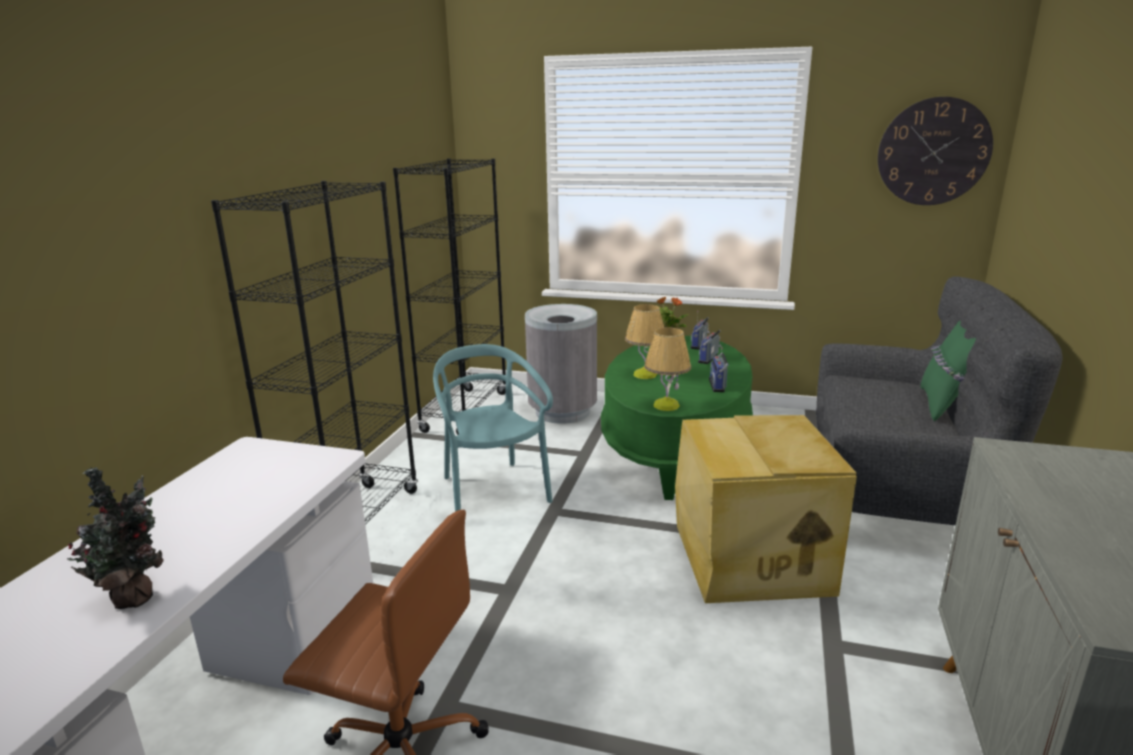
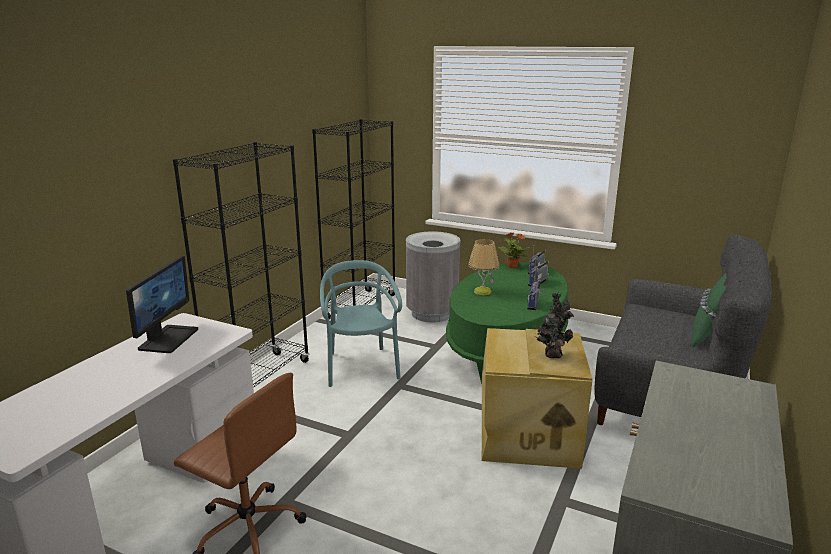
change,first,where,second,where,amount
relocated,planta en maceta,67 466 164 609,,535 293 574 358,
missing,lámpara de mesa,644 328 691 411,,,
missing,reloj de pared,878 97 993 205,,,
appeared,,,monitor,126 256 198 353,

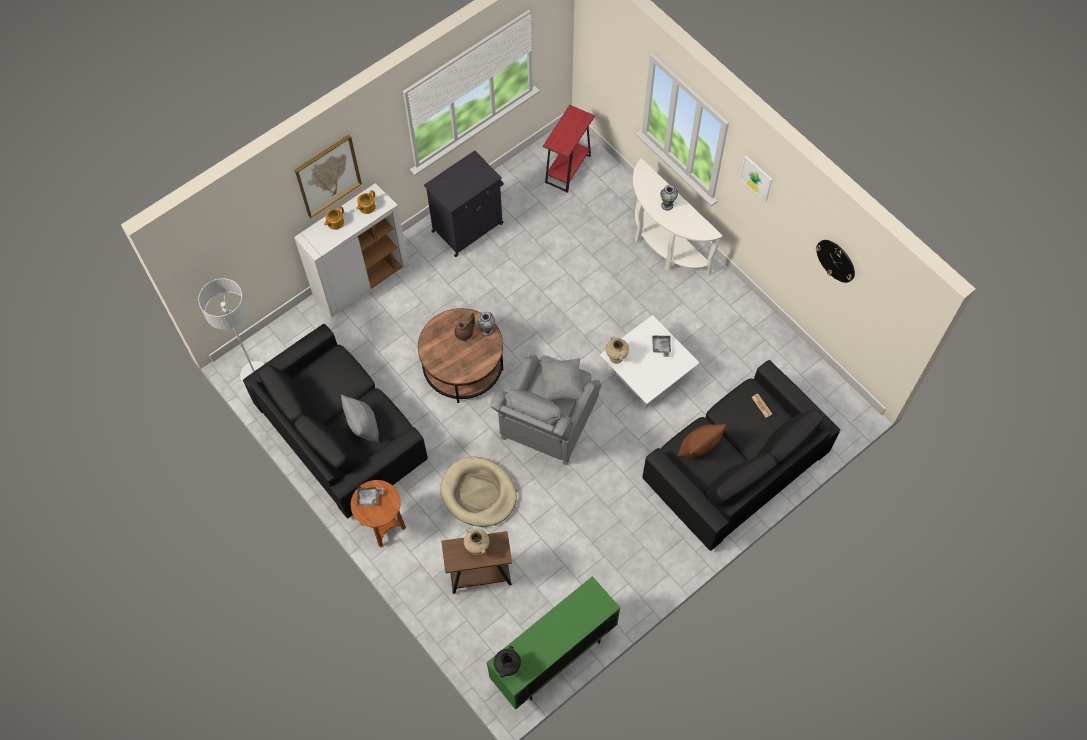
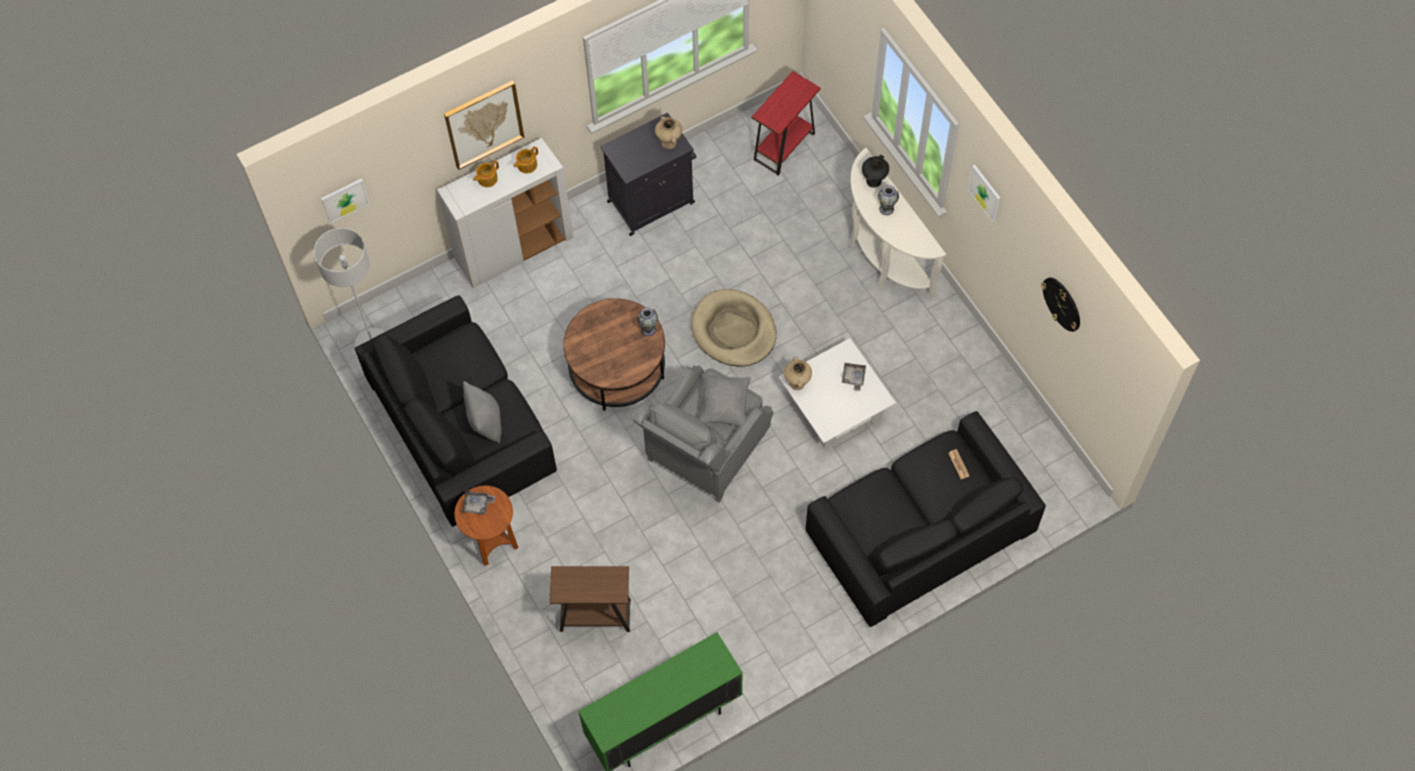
change,first,where,second,where,amount
relocated,cama para perro (beis),440 456 517 527,,691 289 777 366,
missing,tetera (marrón),455 313 475 341,,,
relocated,florero (beis),464 528 490 555,,655 116 682 149,
relocated,florero (negro),494 646 521 678,,862 155 889 188,
missing,cojín (marrón),677 424 727 458,,,
appeared,,,cuadro,321 179 370 223,

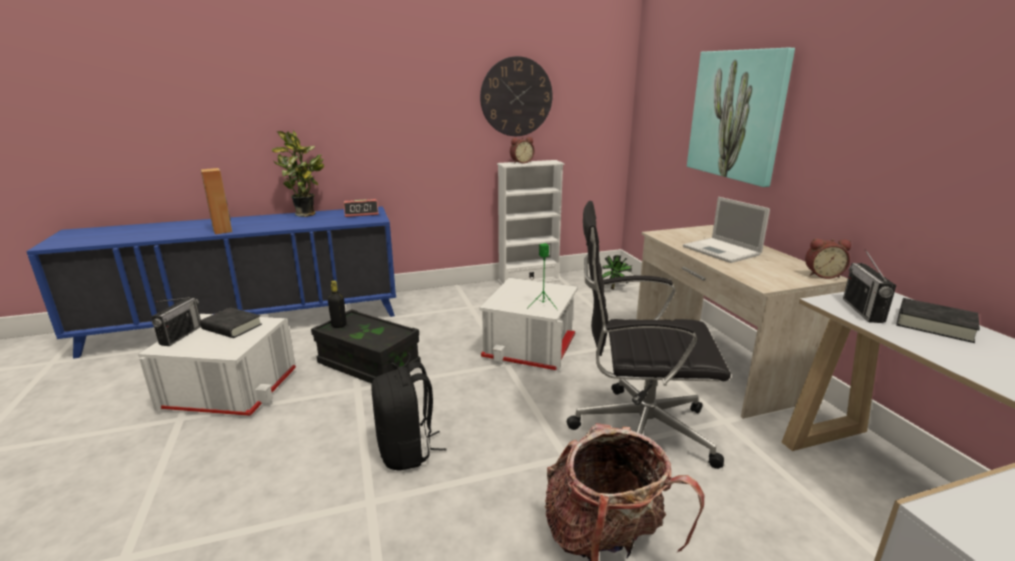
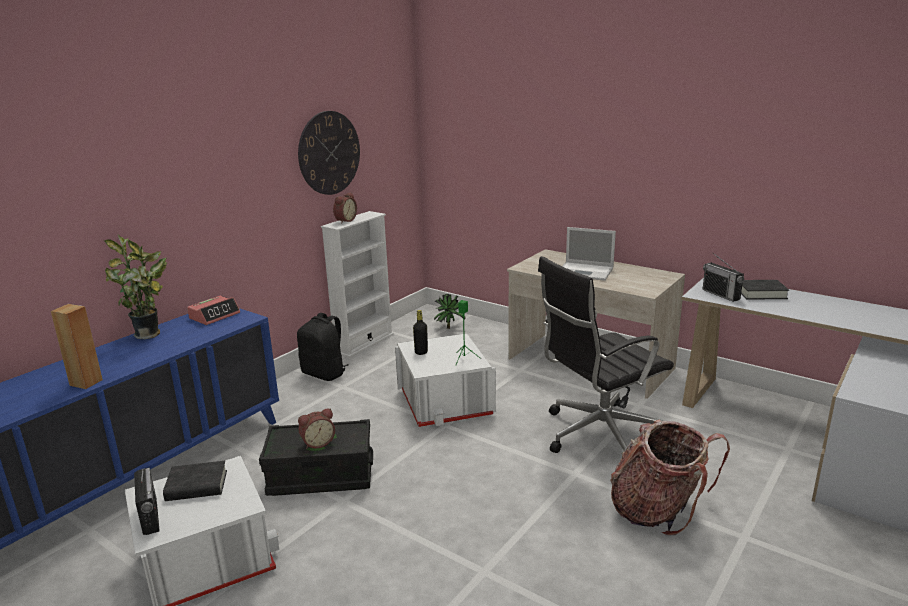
change,first,where,second,where,amount
relocated,botella (negro),328 281 347 328,,413 310 428 355,
relocated,mochila (negro),371 362 447 470,,297 313 349 381,
missing,cuadro,687 48 795 187,,,
relocated,despertador,805 239 851 279,,298 408 335 449,

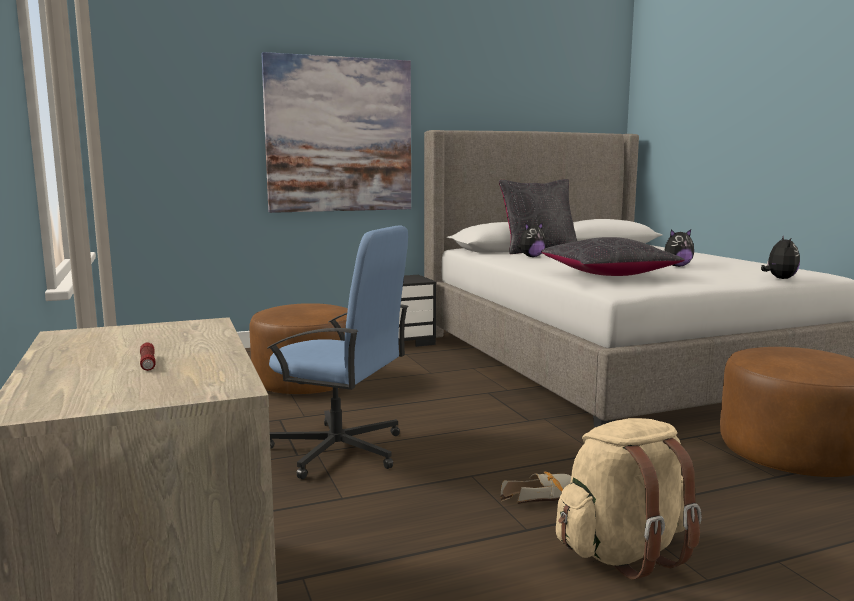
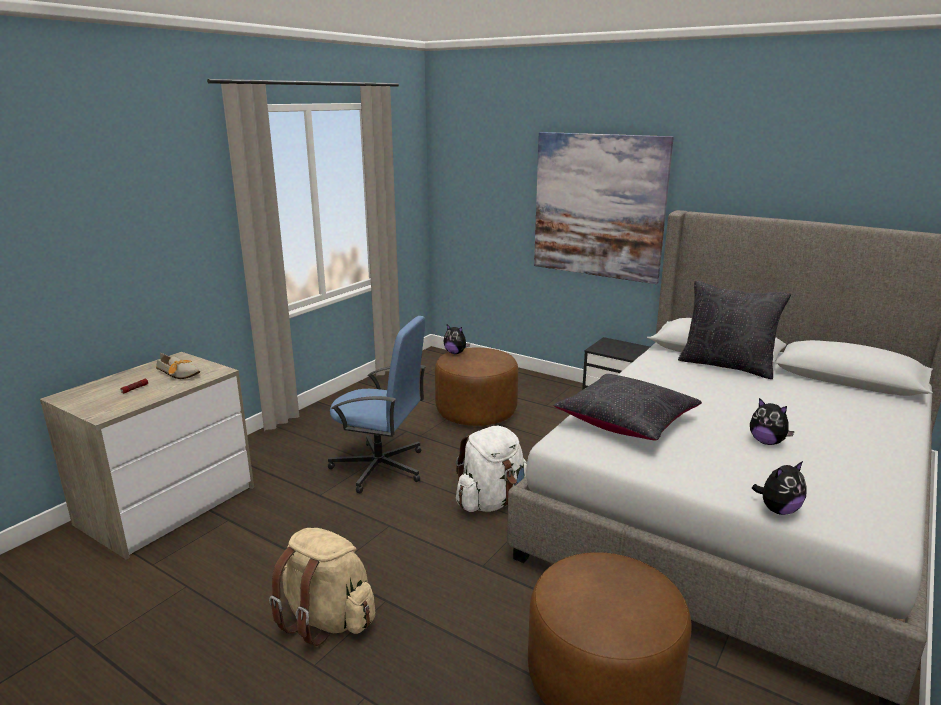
change,first,where,second,where,amount
spun,silla de oficina (azul),267 225 409 479,,328 316 426 494,60 degrees counterclockwise
relocated,zapato,500 471 571 504,,156 353 200 379,
relocated,peluche,517 222 546 257,,444 325 470 354,
appeared,,,mochila (blanco),456 426 527 512,

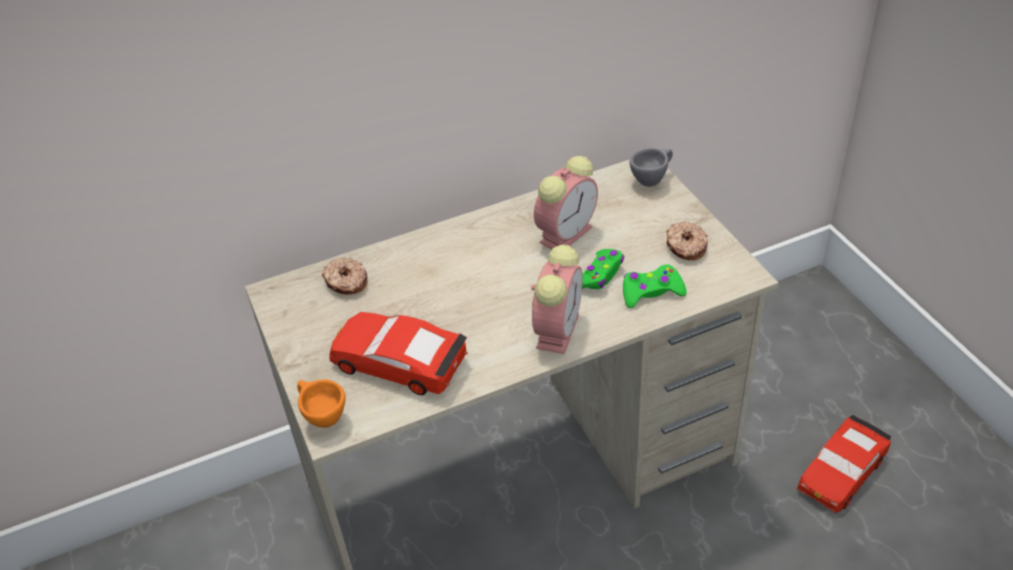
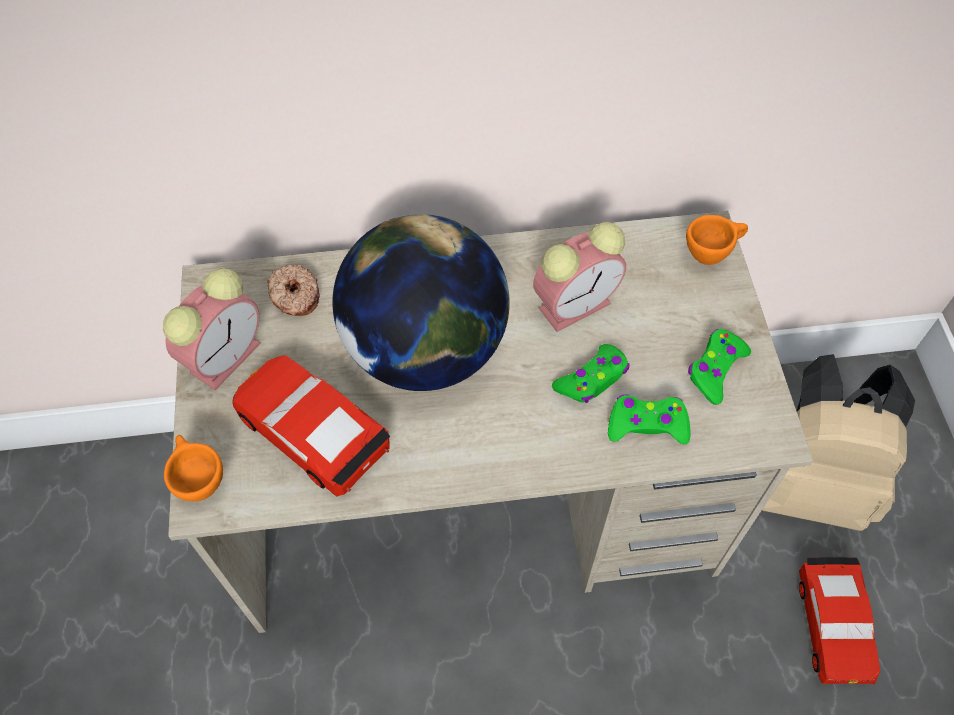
change,first,where,second,where,amount
relocated,despertador,531 245 583 354,,163 268 261 390,
colour,taza (gris),630 148 673 187,taza (naranja),686 215 748 265,
exchanged,rosquilla,667 222 708 260,mando de consola (verde),688 329 751 405,
spun,coche de juguete (rojo),797 415 891 513,,799 557 880 684,60 degrees counterclockwise
appeared,,,globo terráqueo,332 214 510 391,
appeared,,,mochila (beis),762 354 915 531,

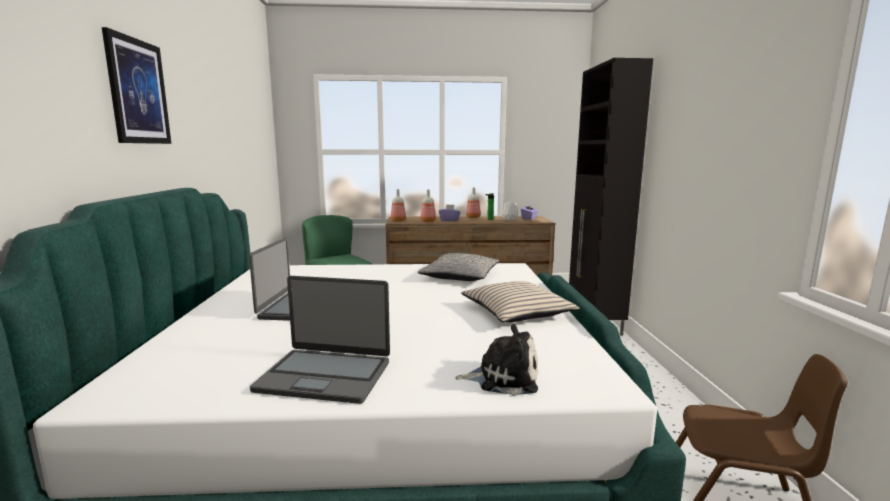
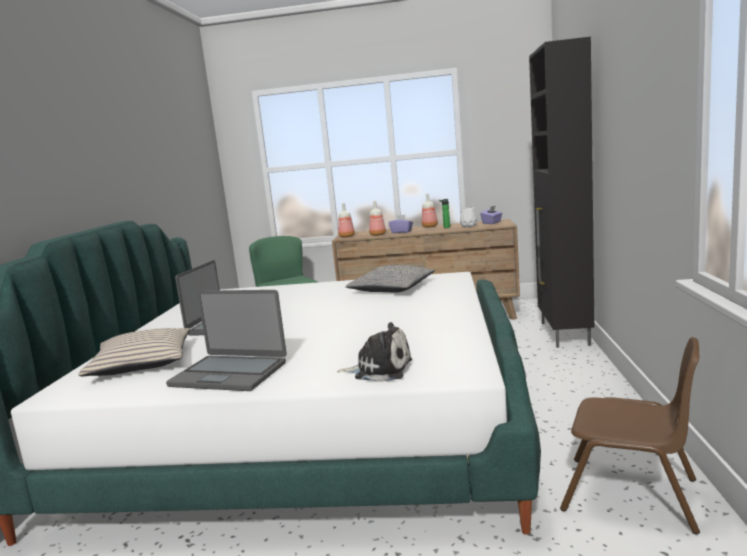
change,first,where,second,where,amount
missing,cuadro,102 27 171 144,,,
relocated,cojín (beis),461 281 580 322,,79 328 190 376,

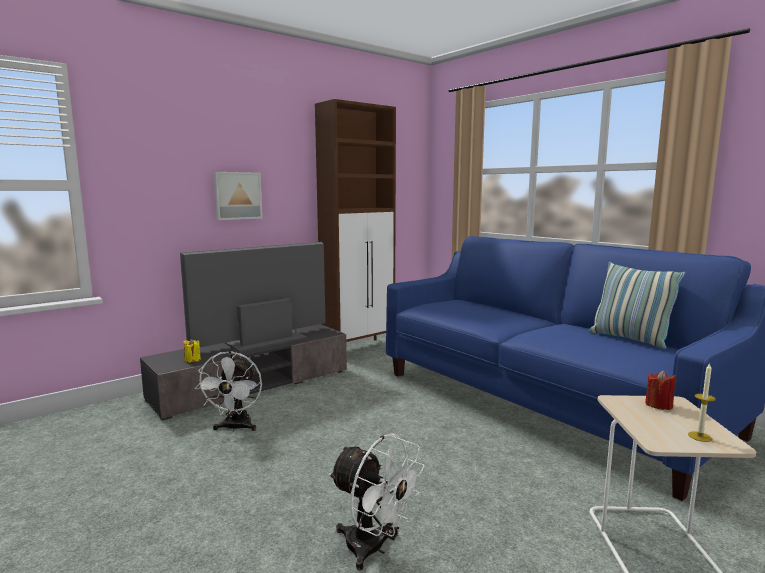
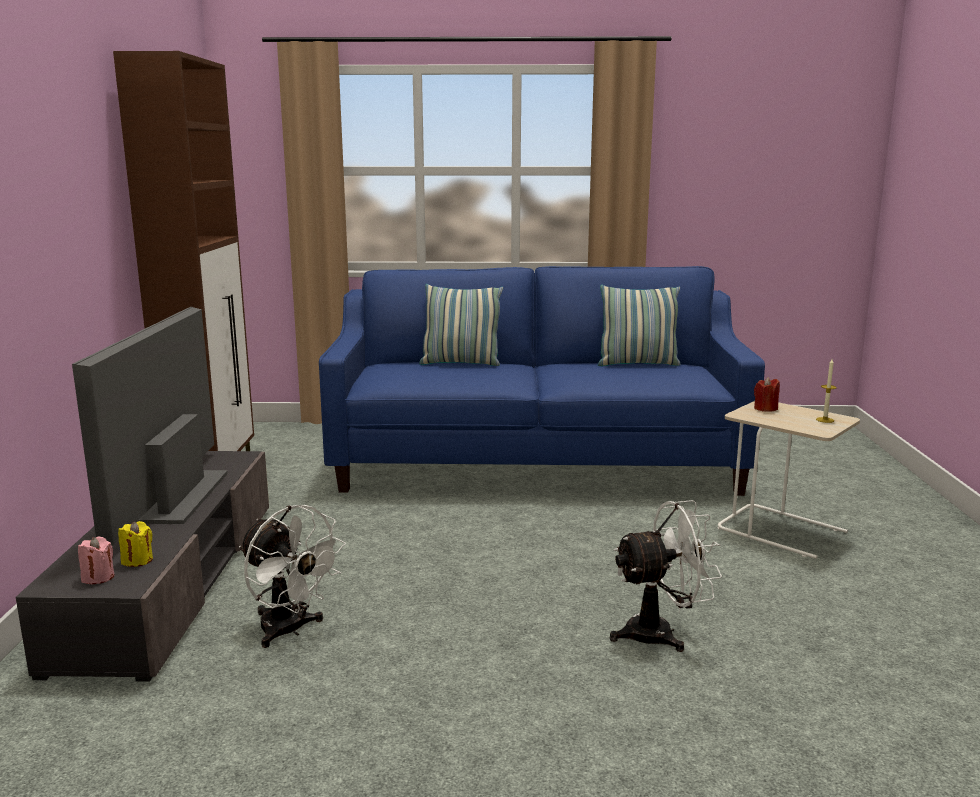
change,first,where,second,where,amount
missing,cuadro,213 172 263 220,,,
appeared,,,vela (rosa),78 537 114 584,
appeared,,,cojín,419 284 503 366,

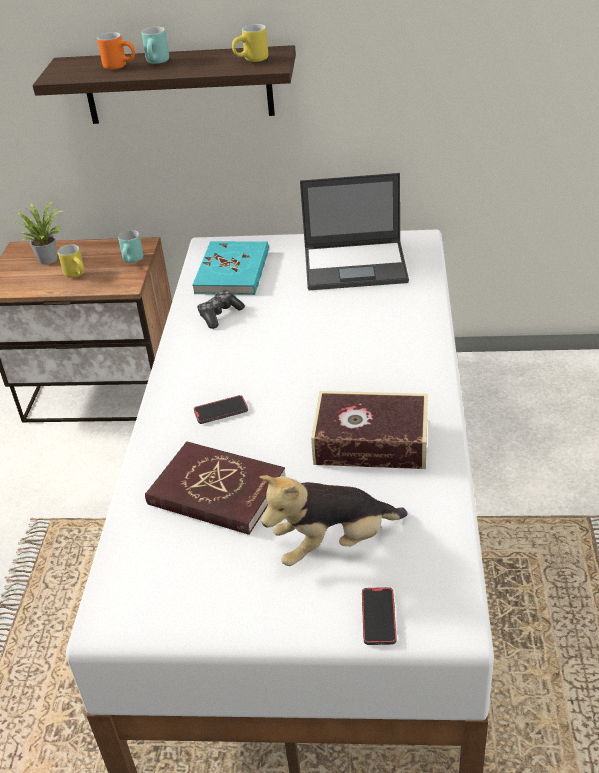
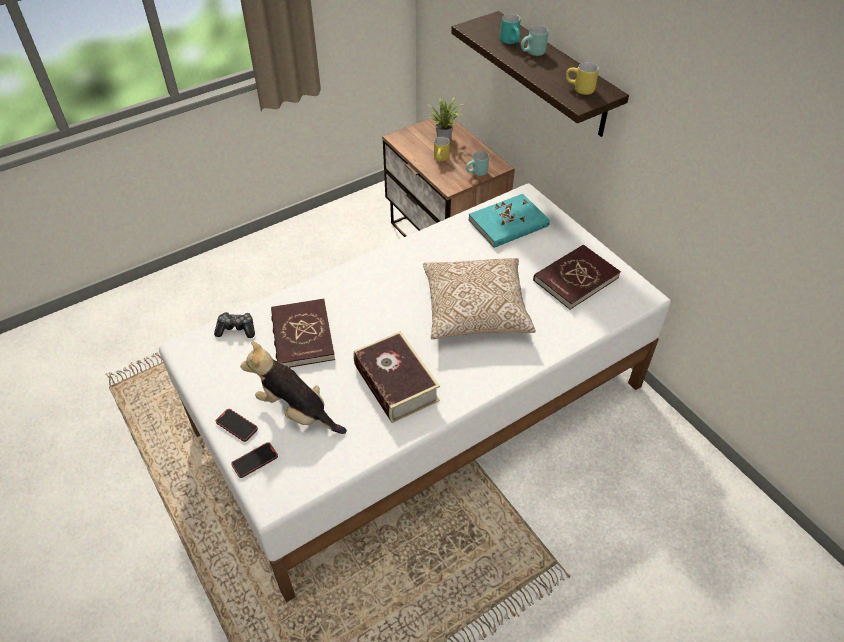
change,first,where,second,where,amount
colour,taza grande (naranja),97 32 135 70,taza grande (turquesa),500 14 521 44,
relocated,móvil,194 395 248 424,,216 409 258 442,
relocated,mando de consola,197 290 245 329,,214 312 255 338,
exchanged,portátil,300 173 409 290,libro (rojo),533 244 621 310,
appeared,,,cojín,423 258 536 339,

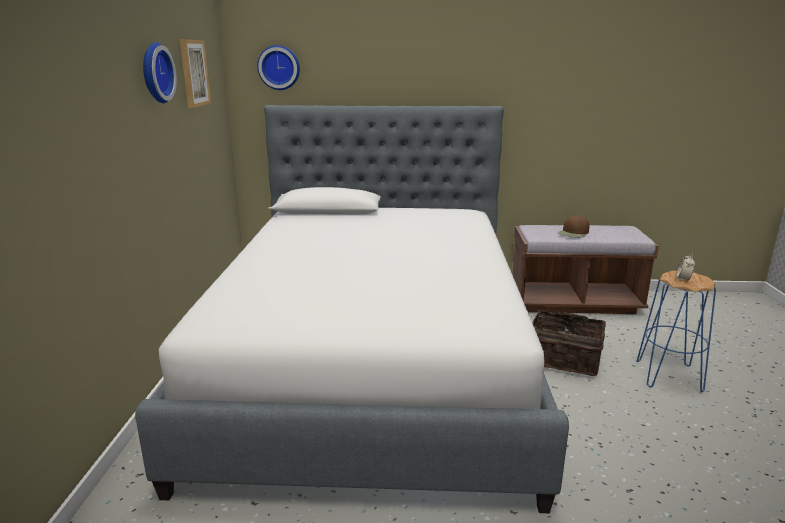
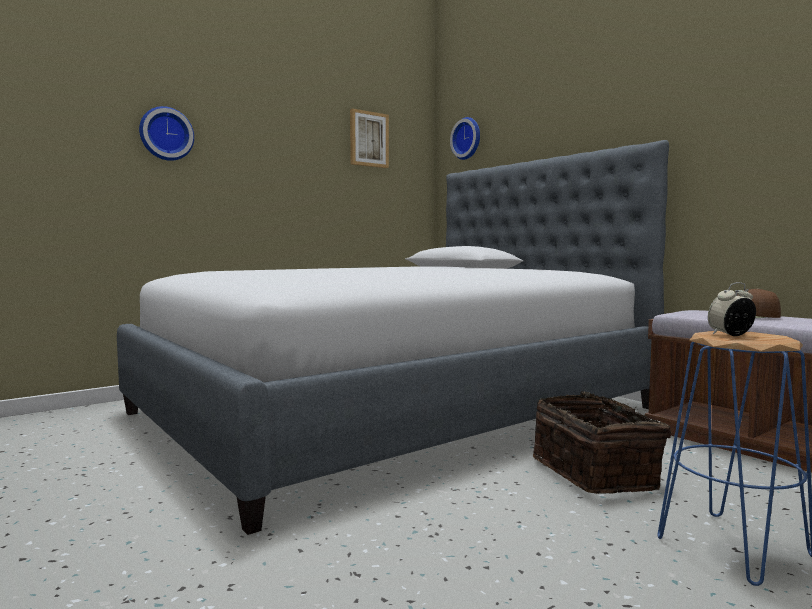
change,first,where,second,where,amount
relocated,reloj de pared,143 42 177 103,,139 106 194 161,

